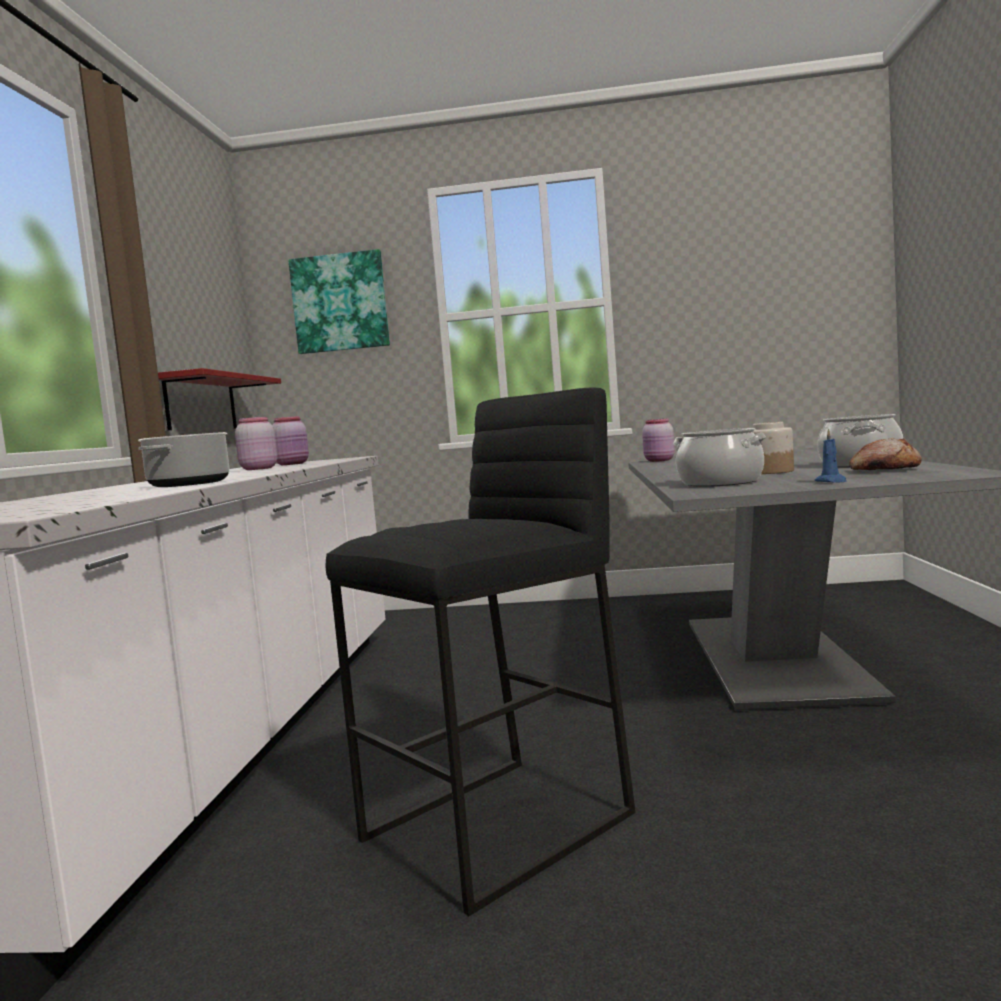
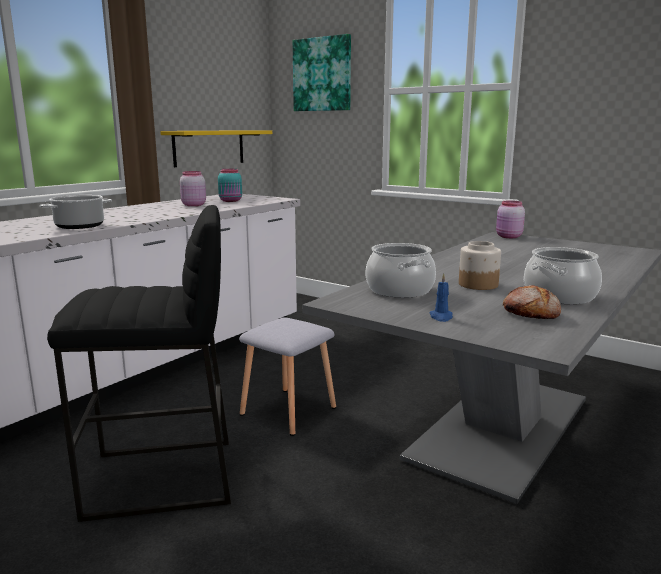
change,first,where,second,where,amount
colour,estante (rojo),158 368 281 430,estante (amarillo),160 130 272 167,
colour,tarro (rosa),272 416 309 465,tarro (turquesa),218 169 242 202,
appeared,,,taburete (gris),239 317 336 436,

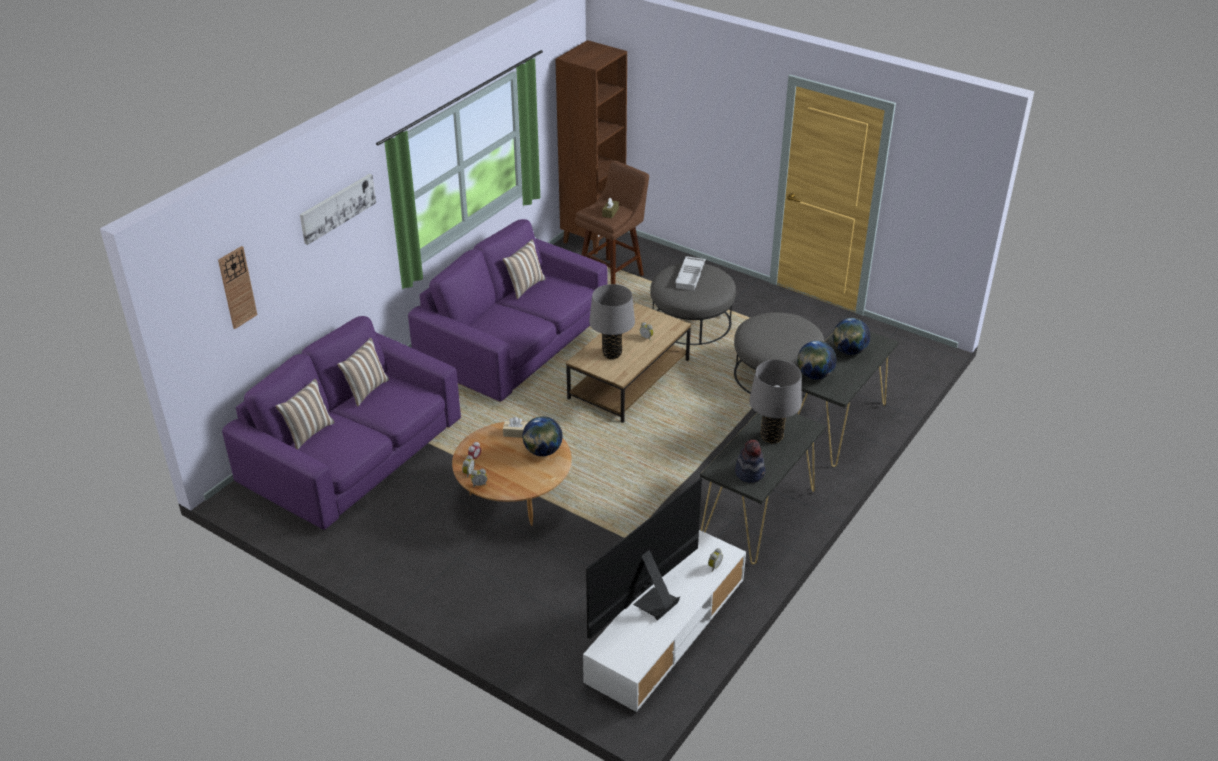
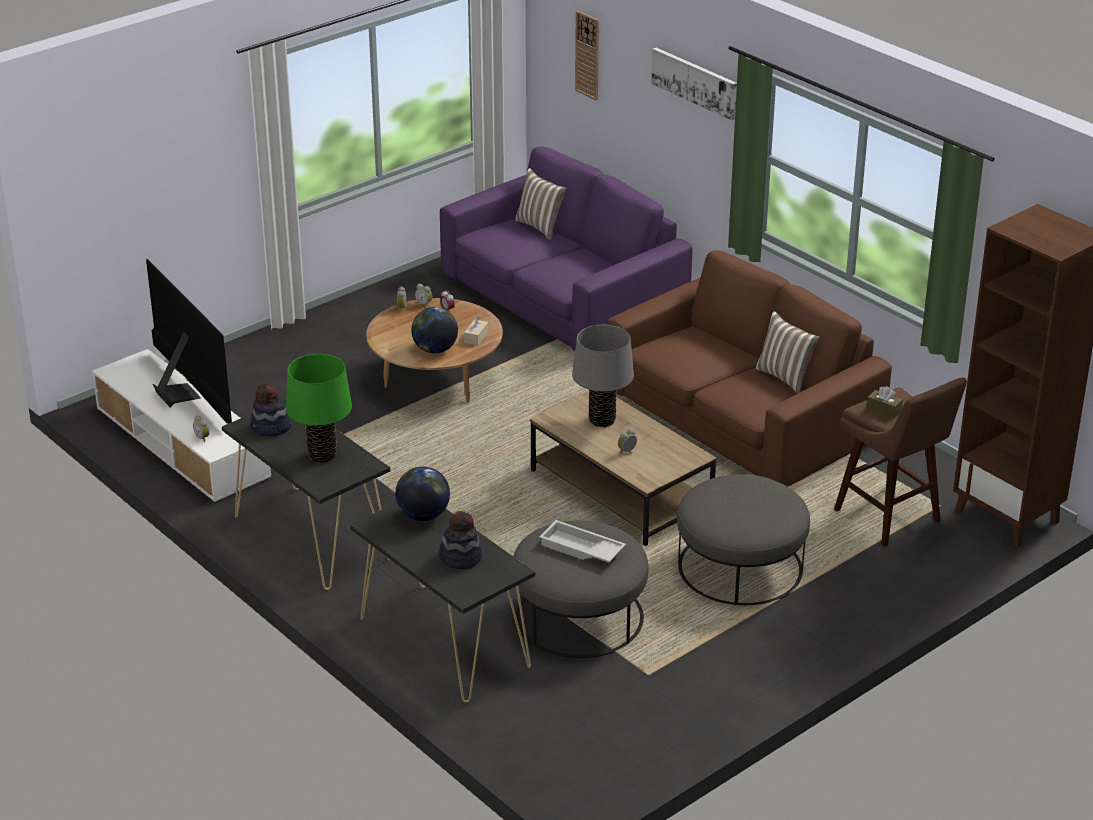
change,first,where,second,where,amount
missing,cojín,337 338 389 406,,,
colour,sofá (morado),408 219 608 402,sofá (marrón),607 251 892 487,
relocated,bandeja (blanco),675 256 706 291,,539 520 626 563,
colour,lámpara de mesa (gris),749 360 802 443,lámpara de mesa (verde),286 354 352 463,
exchanged,globo terráqueo,833 318 870 355,sombrero,439 511 482 569,

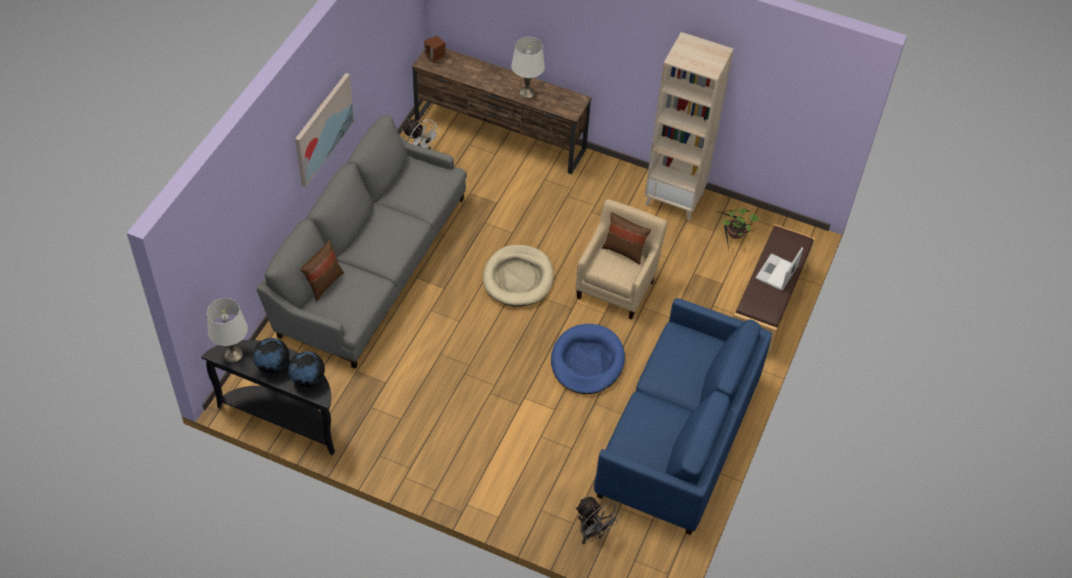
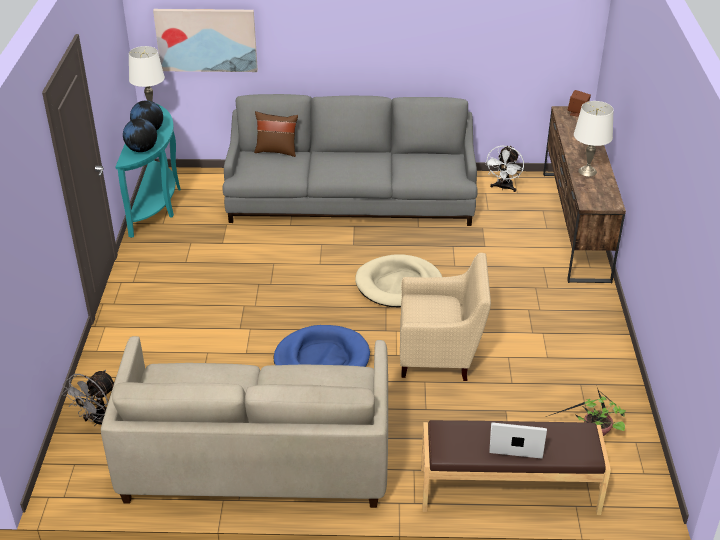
change,first,where,second,where,amount
colour,mesa consola (negro),201 340 335 455,mesa consola (turquesa),116 104 181 238,
relocated,cuadro,295 73 354 187,,153 9 258 72,
colour,sofá (azul),594 298 772 535,sofá (beis),101 336 388 508,
missing,cojín (marrón),602 212 651 265,,,
missing,estantería (beis),645 32 734 221,,,

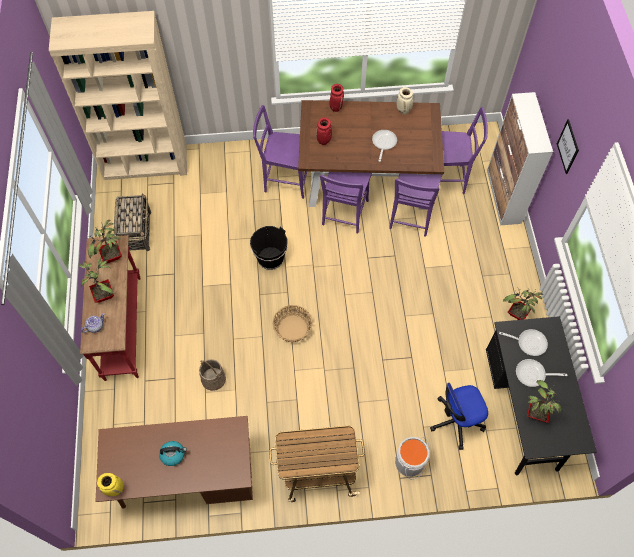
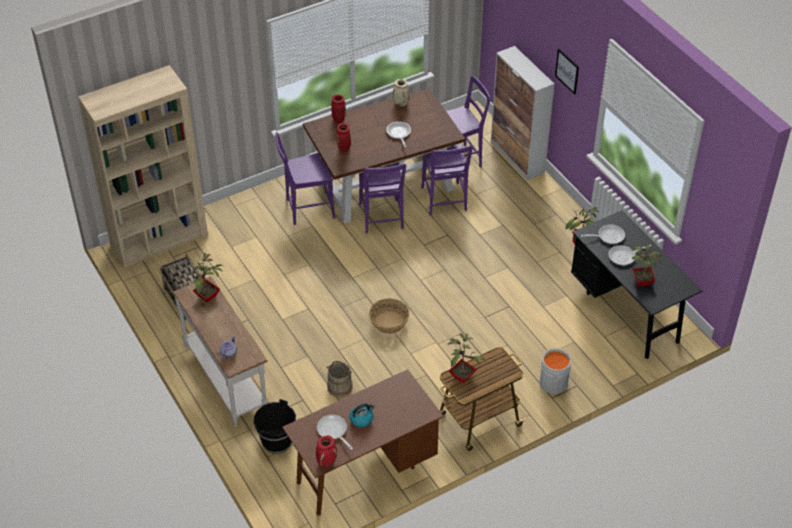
change,first,where,second,where,amount
relocated,planta en maceta,78 258 114 303,,447 334 486 383,
colour,mesa consola (rojo),80 235 141 381,mesa consola (blanco),173 276 268 427,
colour,florero (amarillo),97 473 124 496,florero (rojo),316 435 337 467,
relocated,cubo (negro),250 226 288 270,,253 399 296 454,
missing,silla de oficina,430 383 488 450,,,
appeared,,,sartén,317 415 353 450,

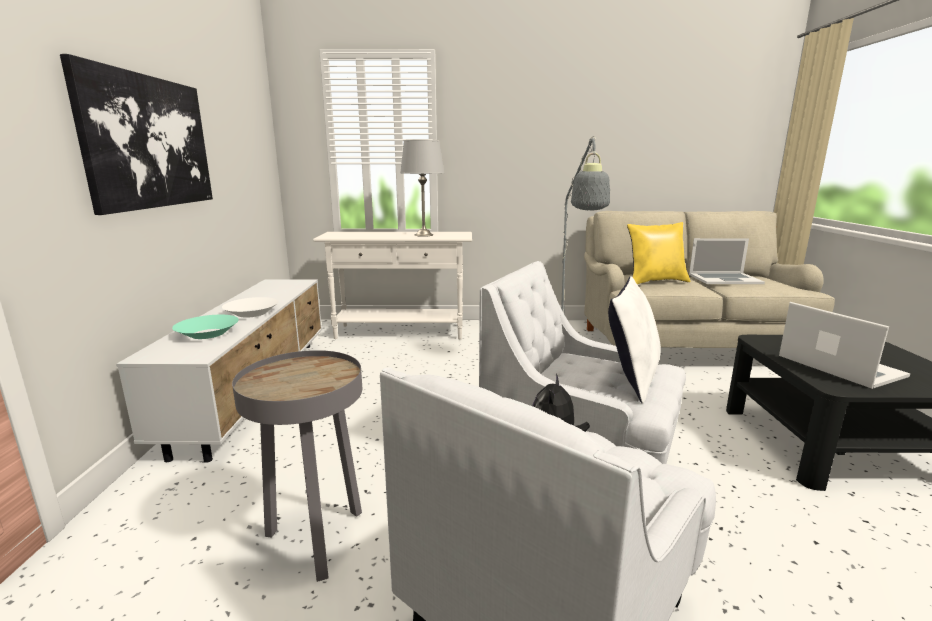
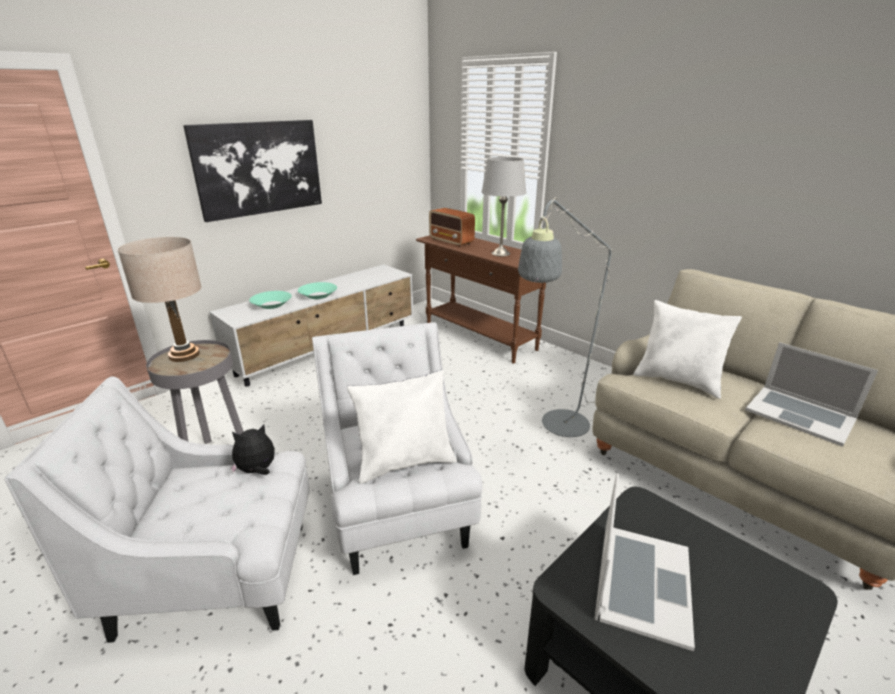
change,first,where,second,where,amount
colour,cuenco (blanco),222 297 279 318,cuenco (turquesa),298 282 337 299,
colour,mesa consola (blanco),313 232 472 339,mesa consola (marrón),416 235 546 363,
colour,cojín (amarillo),627 222 691 284,cojín (blanco),633 300 742 399,
appeared,,,lámpara de mesa (beis),117 237 202 362,
appeared,,,radio,429 208 475 247,

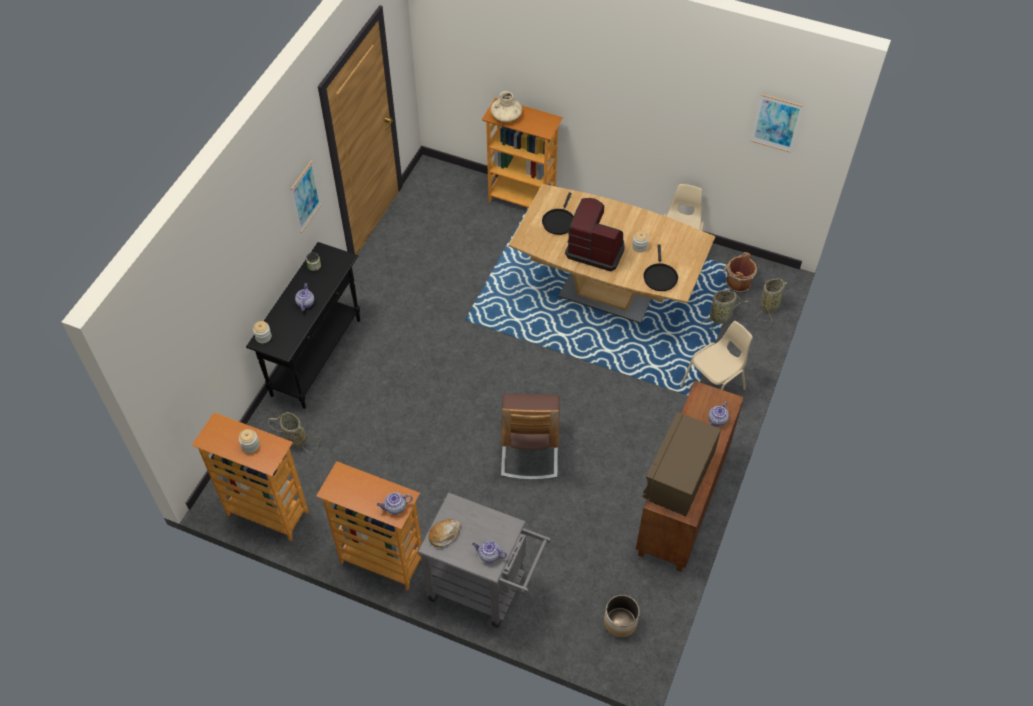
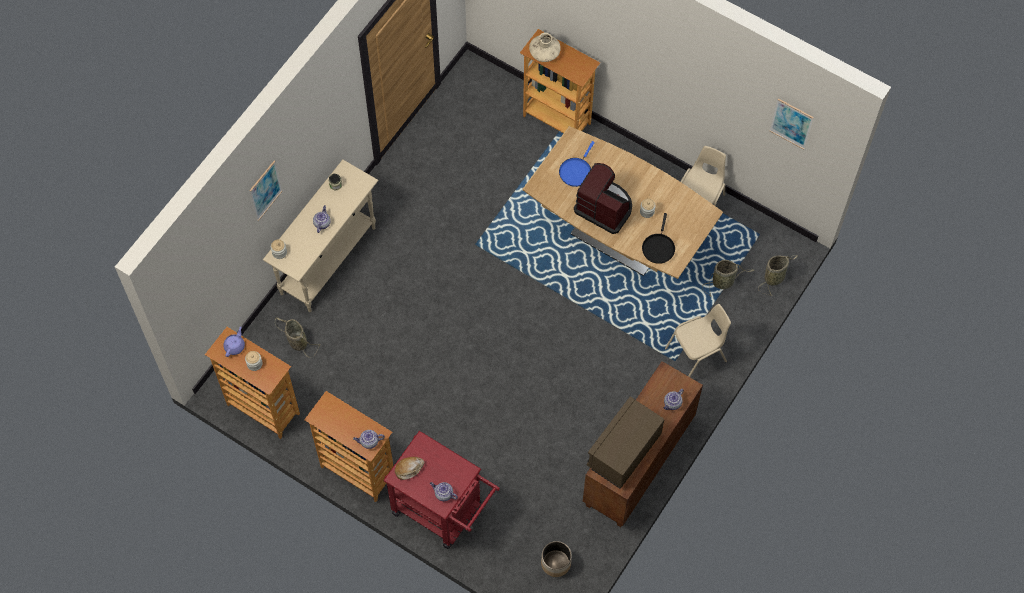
change,first,where,second,where,amount
colour,mesa consola (negro),246 242 360 409,mesa consola (beis),263 159 378 312,
relocated,cuadro,291 161 321 233,,249 161 282 221,
colour,carrito (gris),417 492 551 628,carrito (rojo),383 431 500 549,
missing,silla,501 394 560 480,,,
colour,sartén (negro),542 192 573 235,sartén (azul),559 141 595 187,
missing,cubo (marrón),723 252 757 293,,,
appeared,,,tetera (morado),223 327 245 357,

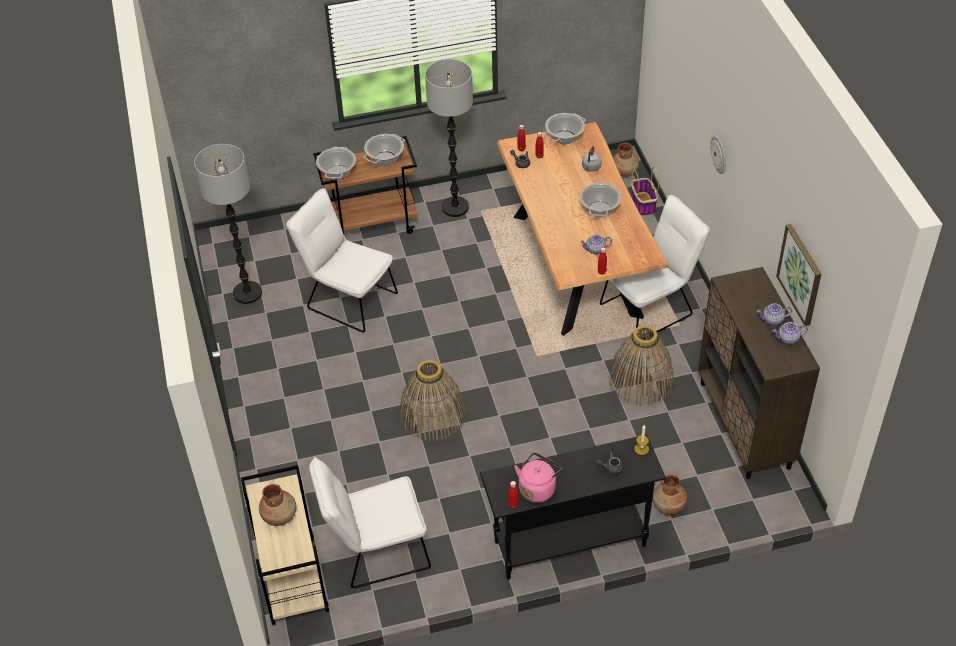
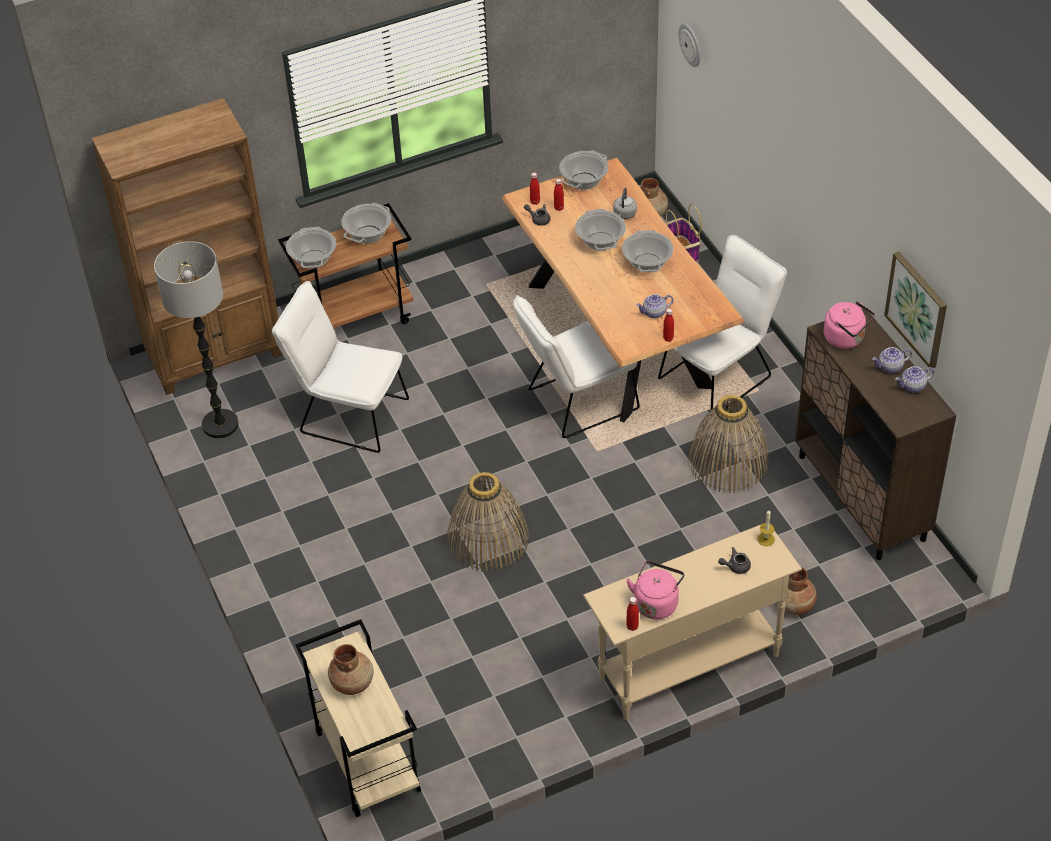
change,first,where,second,where,amount
relocated,silla (blanco),309 457 431 588,,513 295 640 438,
missing,lámpara de pie,425 59 473 217,,,
colour,mesa consola (negro),480 435 666 580,mesa consola (beis),583 524 802 720,
relocated,reloj de pared,710 135 726 174,,679 24 700 67,
appeared,,,estantería (marrón),92 98 282 395,
appeared,,,olla,575 209 626 251,
appeared,,,hervidor (rosa),824 301 875 349,

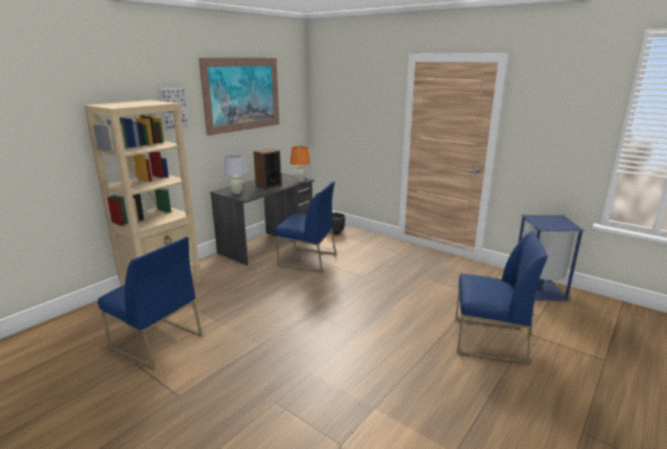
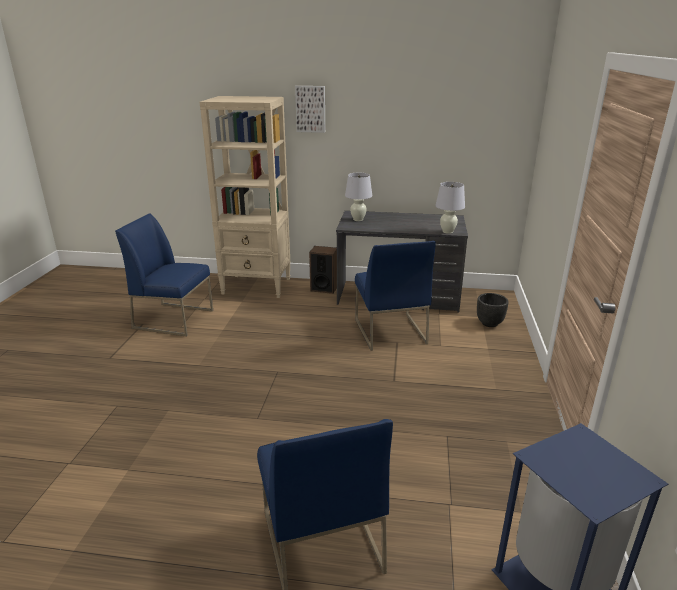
change,first,where,second,where,amount
spun,silla (azul),98 237 203 370,,115 213 213 337,105 degrees clockwise
missing,cuadro,199 58 279 136,,,
relocated,altavoz,253 149 281 190,,309 246 337 294,
colour,lámpara de mesa (naranja),290 146 311 182,lámpara de mesa (blanco),435 182 465 234,

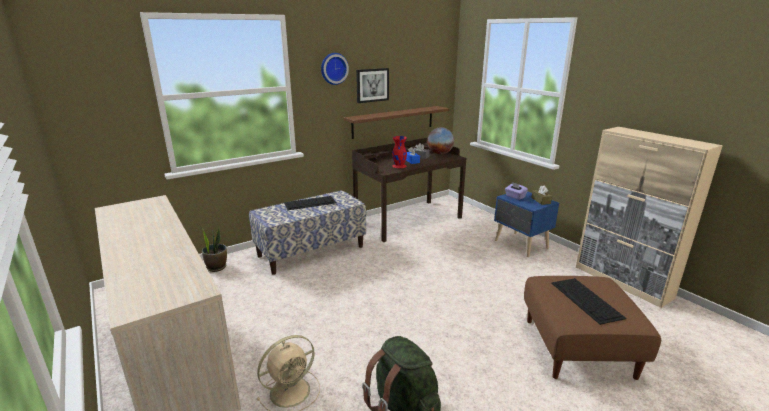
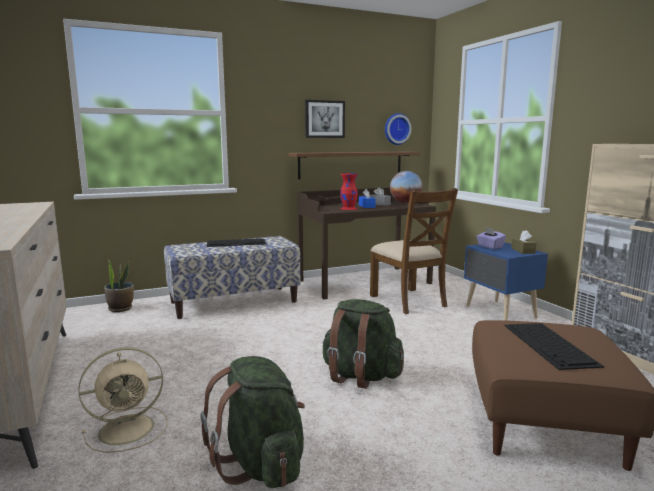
change,first,where,second,where,amount
relocated,reloj de pared,321 53 349 85,,385 113 412 145,
appeared,,,mochila (verde),322 299 404 389,
appeared,,,silla (marrón),370 188 458 314,

